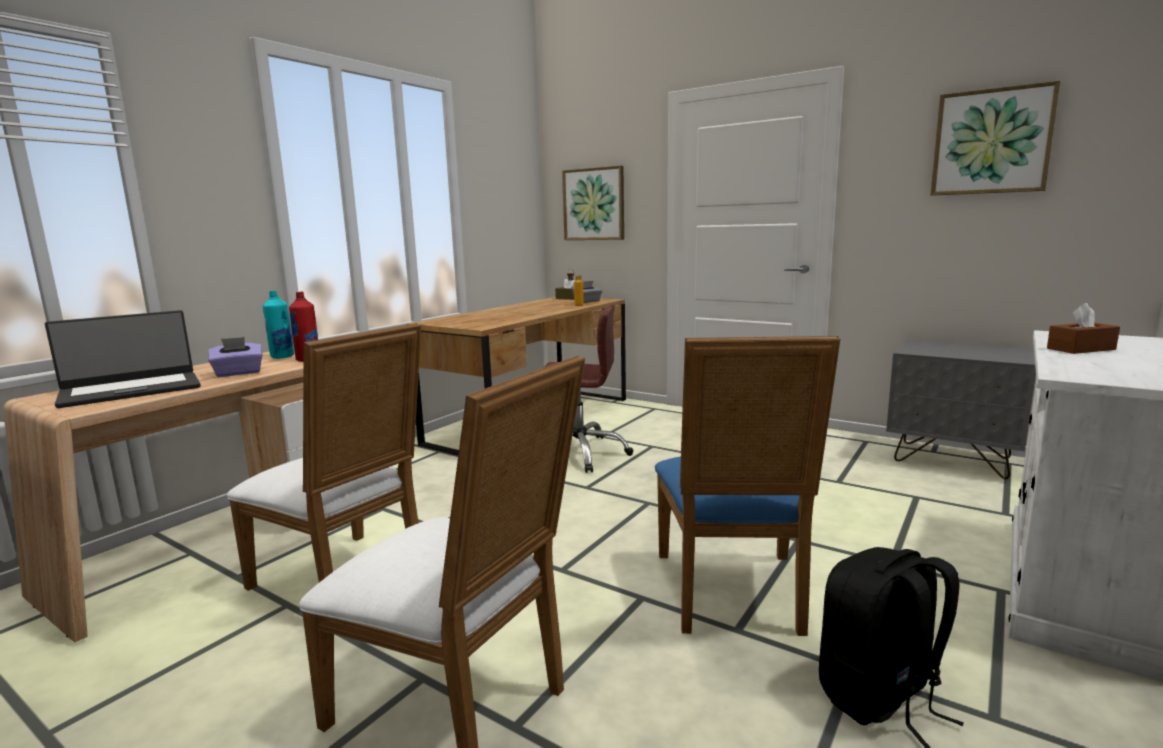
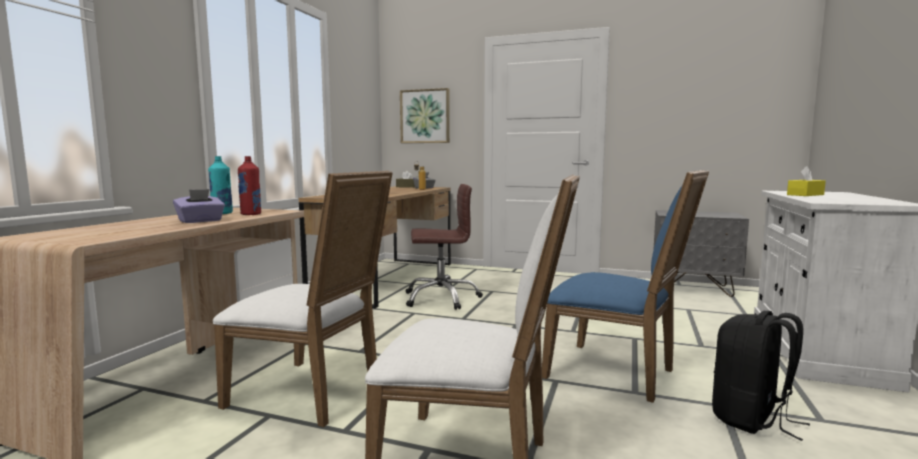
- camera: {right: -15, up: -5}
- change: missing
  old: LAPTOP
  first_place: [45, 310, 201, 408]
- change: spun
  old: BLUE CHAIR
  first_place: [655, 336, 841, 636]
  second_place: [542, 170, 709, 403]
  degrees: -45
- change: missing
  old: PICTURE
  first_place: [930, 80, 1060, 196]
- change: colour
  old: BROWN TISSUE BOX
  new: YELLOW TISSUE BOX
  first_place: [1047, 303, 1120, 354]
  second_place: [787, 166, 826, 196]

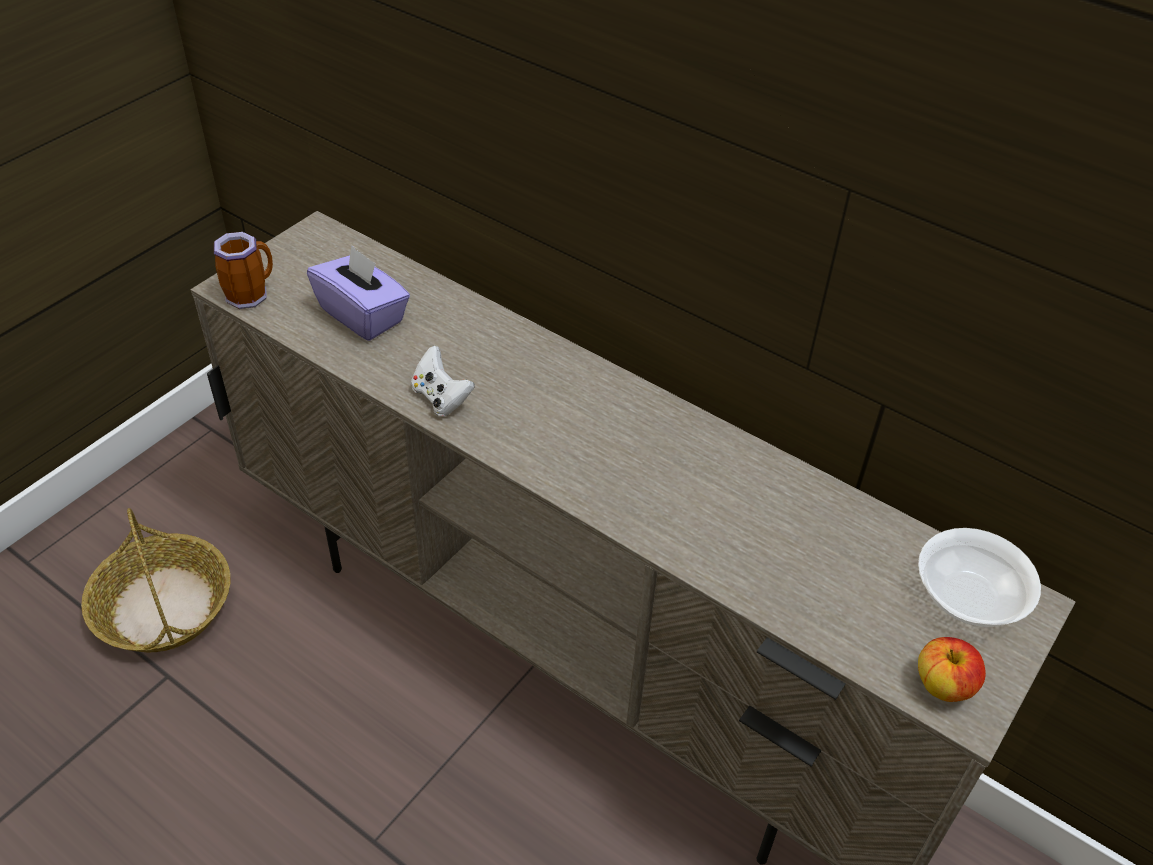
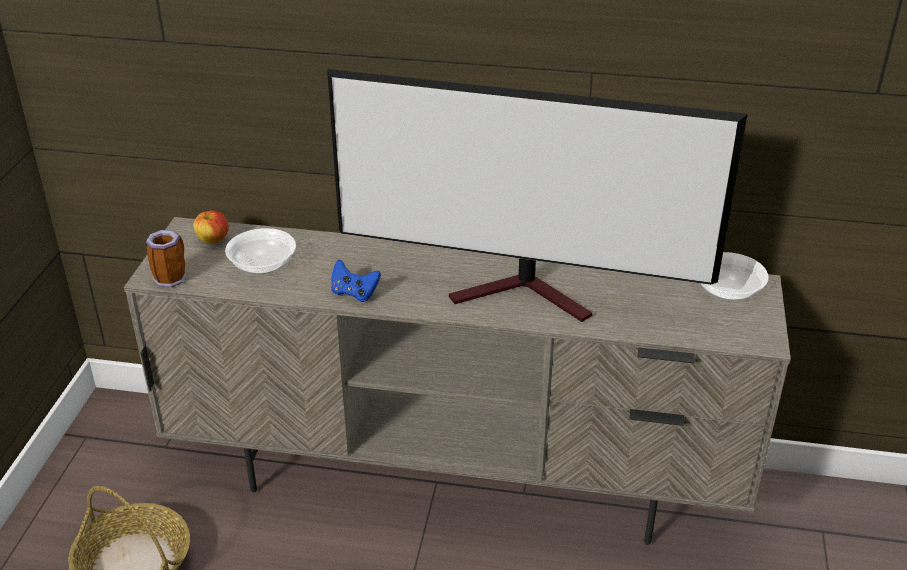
- camera: {right: -25, up: -10}
- change: exchanged
  old: PURPLE TISSUE BOX
  new: BOWL
  first_place: [307, 245, 410, 341]
  second_place: [225, 228, 296, 274]
- change: colour
  old: WHITE GAME CONTROLLER
  new: BLUE GAME CONTROLLER
  first_place: [411, 346, 475, 416]
  second_place: [331, 260, 381, 302]
- change: relocated
  old: APPLE
  first_place: [918, 637, 986, 702]
  second_place: [193, 210, 229, 244]
- change: appeared
  new: TELEVISION
  second_place: [327, 69, 748, 322]

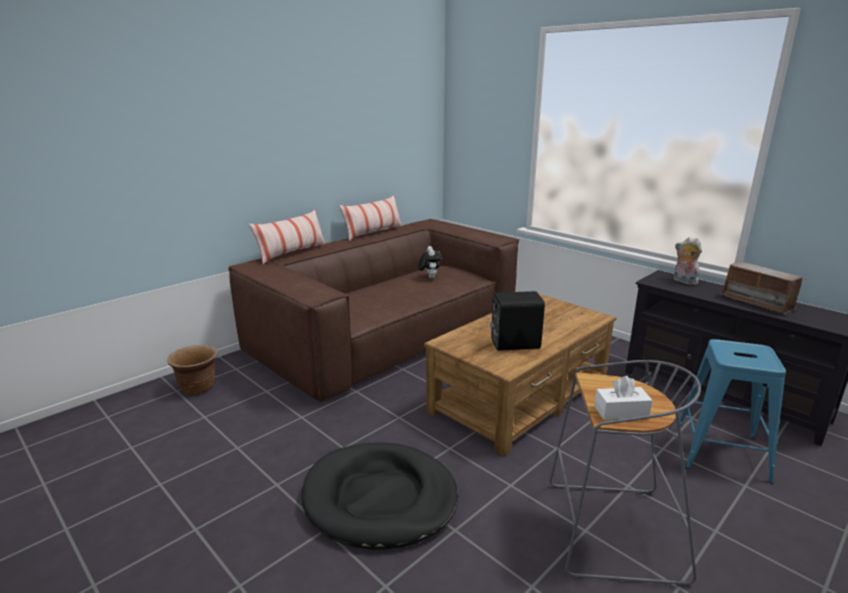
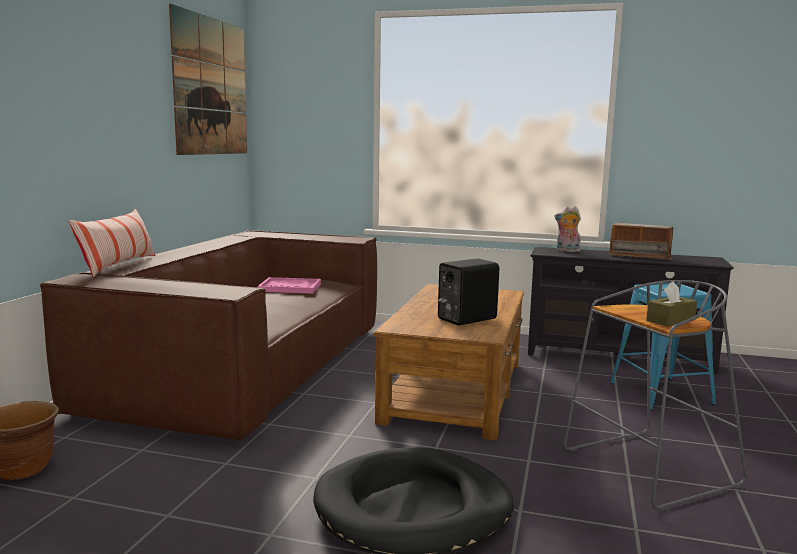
- camera: {right: -30, up: -10}
- change: missing
  old: PILLOW
  first_place: [339, 195, 403, 241]
- change: exchanged
  old: PLUSH TOY
  new: PINK TRAY
  first_place: [419, 246, 442, 278]
  second_place: [257, 277, 321, 294]
- change: colour
  old: WHITE TISSUE BOX
  new: BROWN TISSUE BOX
  first_place: [594, 376, 653, 420]
  second_place: [646, 281, 697, 327]
- change: appeared
  new: PICTURE
  second_place: [169, 4, 247, 155]

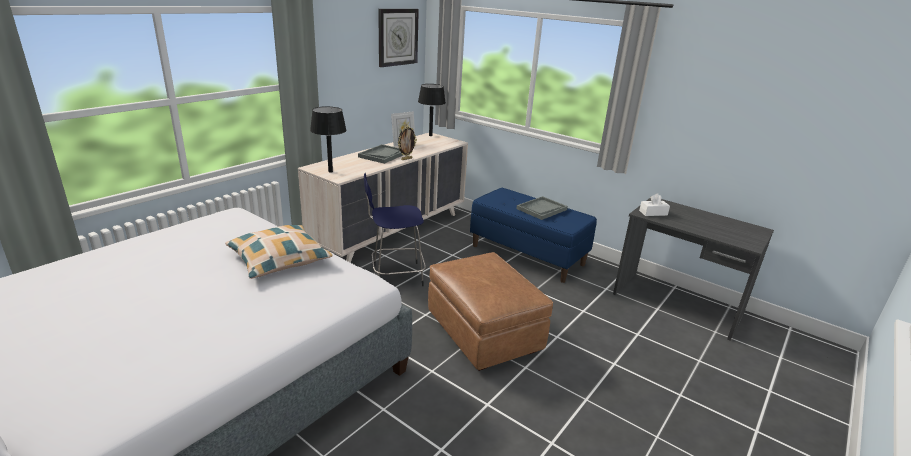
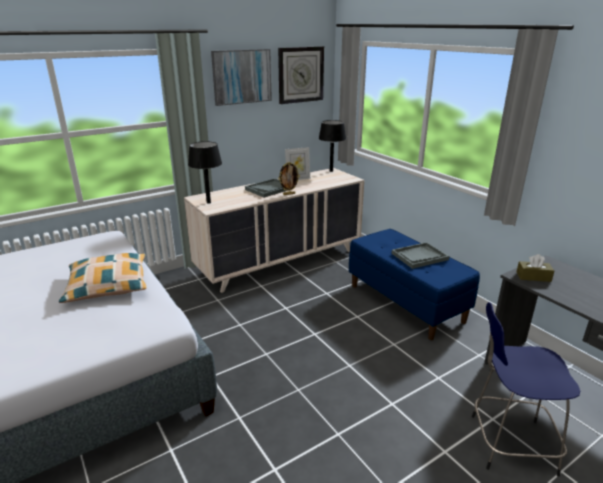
- camera: {right: 20, up: 0}
- change: relocated
  old: BLUE STOOL
  first_place: [364, 173, 426, 286]
  second_place: [472, 302, 580, 477]
- change: missing
  old: BROWN OTTOMAN
  first_place: [428, 252, 553, 371]
- change: colour
  old: WHITE TISSUE BOX
  new: BROWN TISSUE BOX
  first_place: [639, 193, 670, 216]
  second_place: [516, 254, 554, 282]
- change: appeared
  new: PICTURE
  second_place: [211, 49, 272, 106]

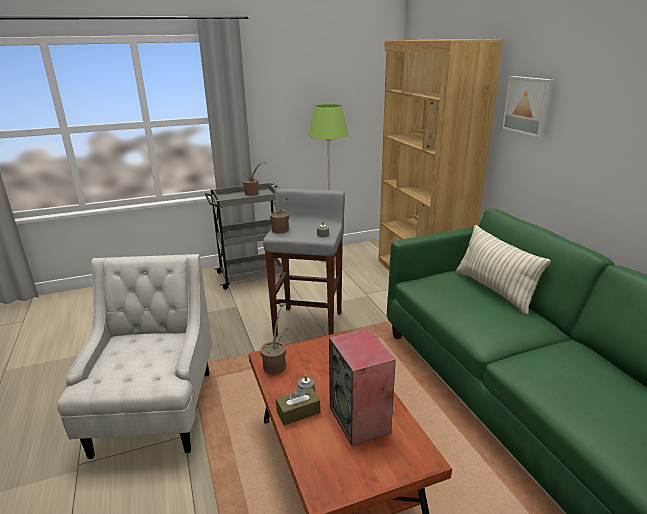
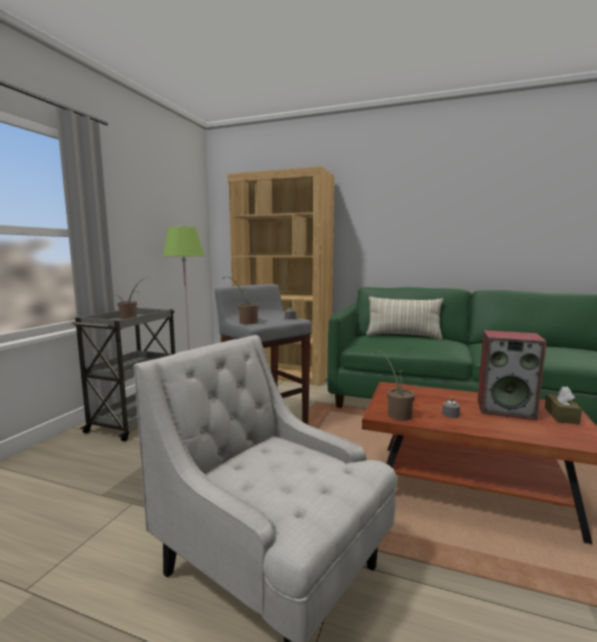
- camera: {right: -50, up: -15}
- change: relocated
  old: BROWN TISSUE BOX
  first_place: [276, 387, 320, 425]
  second_place: [545, 386, 582, 424]
- change: missing
  old: PICTURE
  first_place: [502, 76, 554, 137]

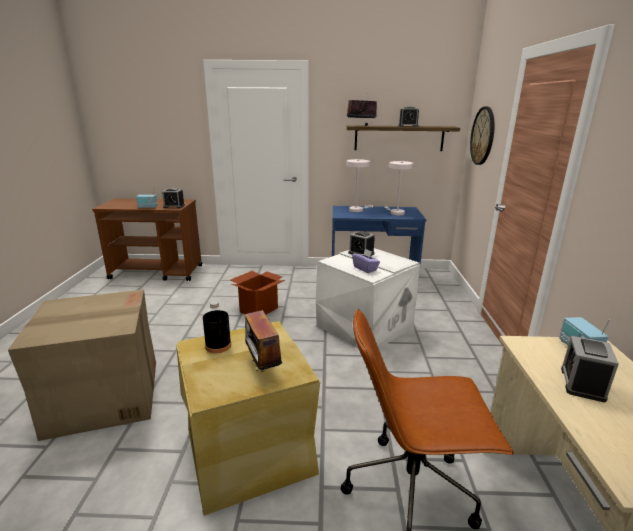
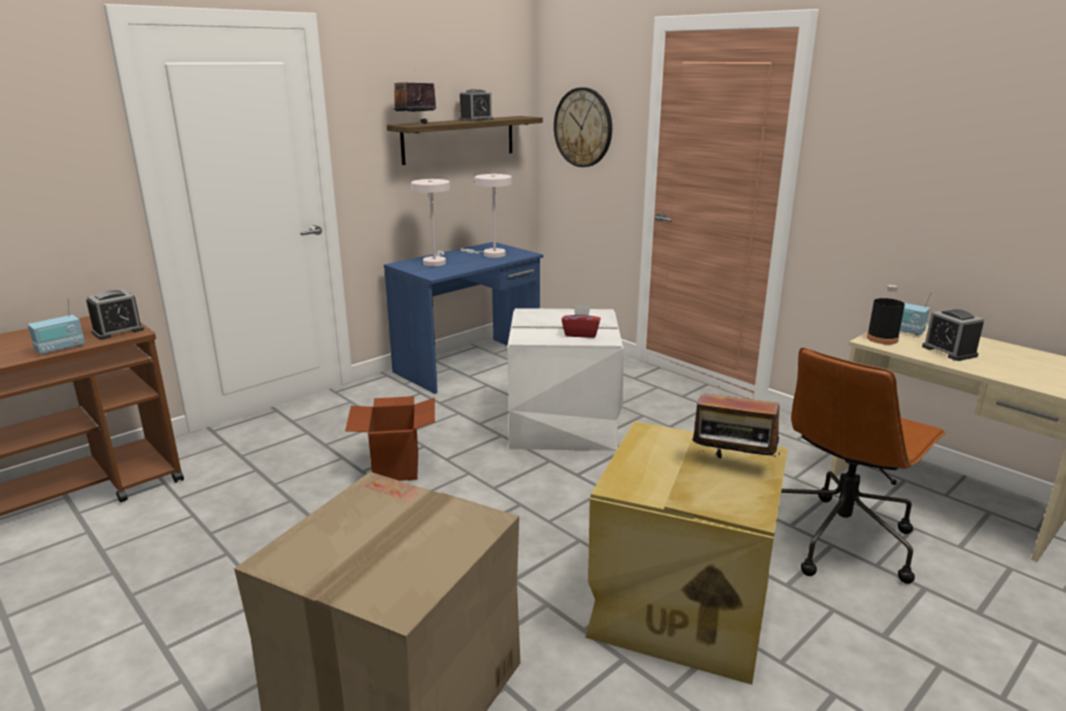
- camera: {right: -45, up: 0}
- change: relocated
  old: BLACK BOTTLE
  first_place: [203, 301, 231, 354]
  second_place: [867, 285, 905, 344]
- change: missing
  old: ALARM CLOCK
  first_place: [348, 231, 375, 256]
- change: colour
  old: PURPLE TISSUE BOX
  new: RED TISSUE BOX
  first_place: [352, 248, 380, 273]
  second_place: [562, 305, 601, 338]

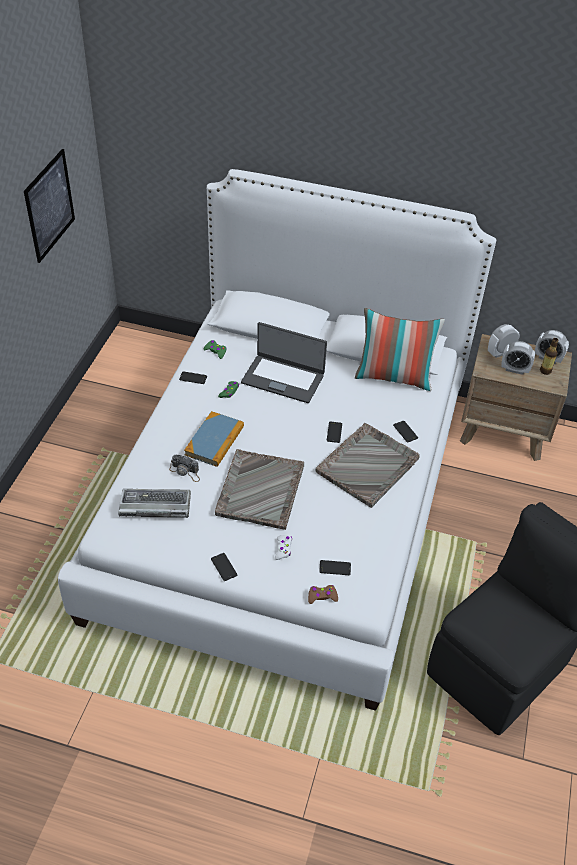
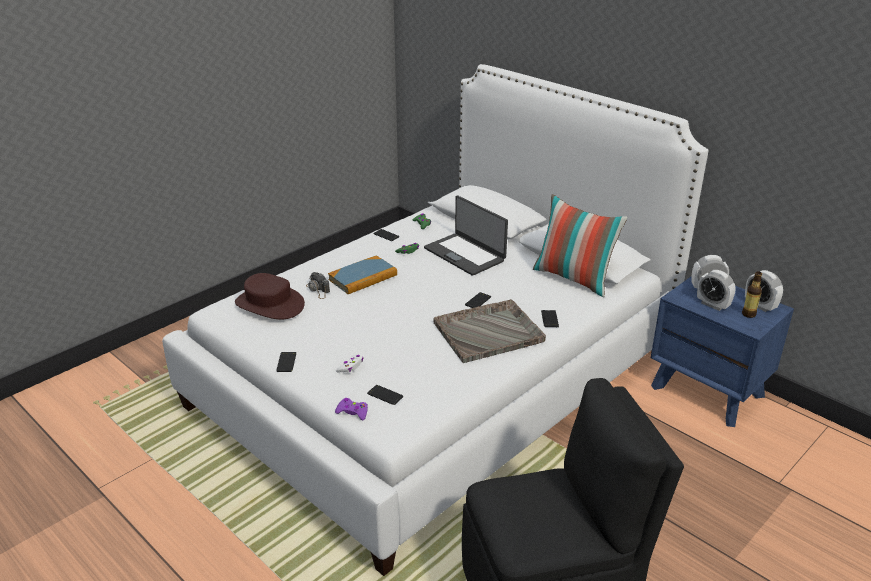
- camera: {right: 30, up: -15}
- change: missing
  old: PICTURE
  first_place: [24, 149, 75, 263]
- change: exchanged
  old: KEYBOARD
  new: BROWN HAT
  first_place: [118, 489, 191, 518]
  second_place: [235, 273, 305, 319]
- change: missing
  old: GREY TRAY
  first_place: [215, 449, 304, 530]
- change: colour
  old: BROWN GAME CONTROLLER
  new: PURPLE GAME CONTROLLER
  first_place: [308, 585, 338, 604]
  second_place: [335, 398, 368, 420]
- change: colour
  old: BROWN NIGHTSTAND
  new: BLUE NIGHTSTAND
  first_place: [460, 334, 572, 461]
  second_place: [651, 276, 794, 427]

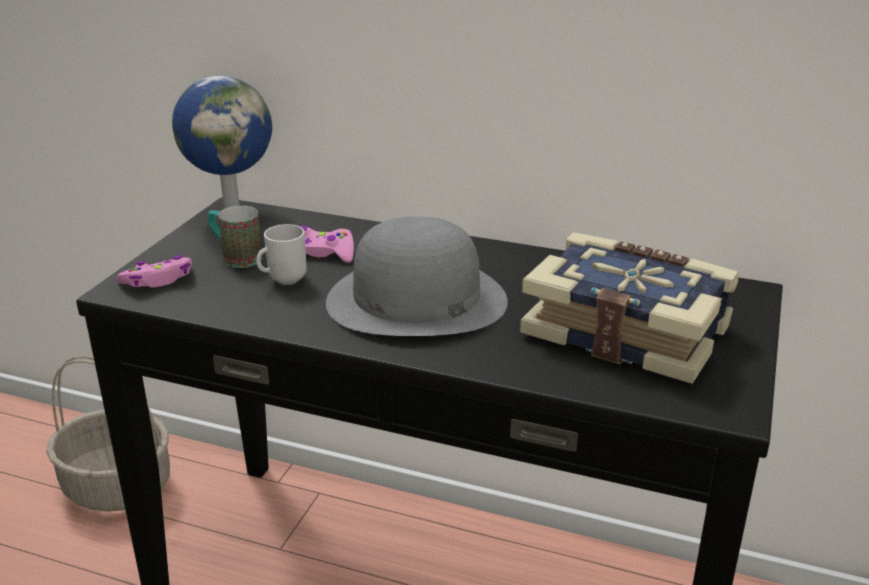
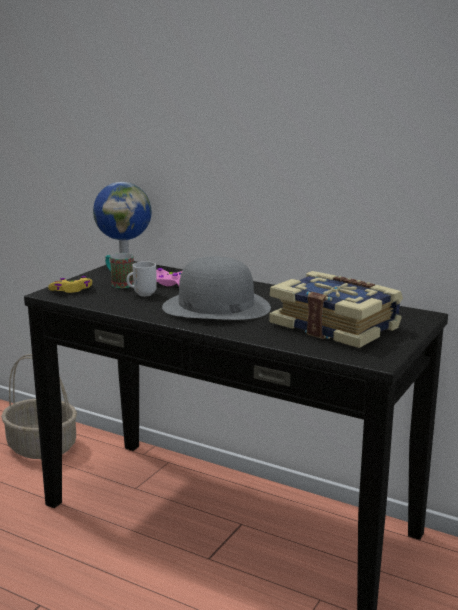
- camera: {right: 10, up: -10}
- change: colour
  old: PINK GAME CONTROLLER
  new: YELLOW GAME CONTROLLER
  first_place: [116, 255, 192, 287]
  second_place: [48, 276, 92, 293]

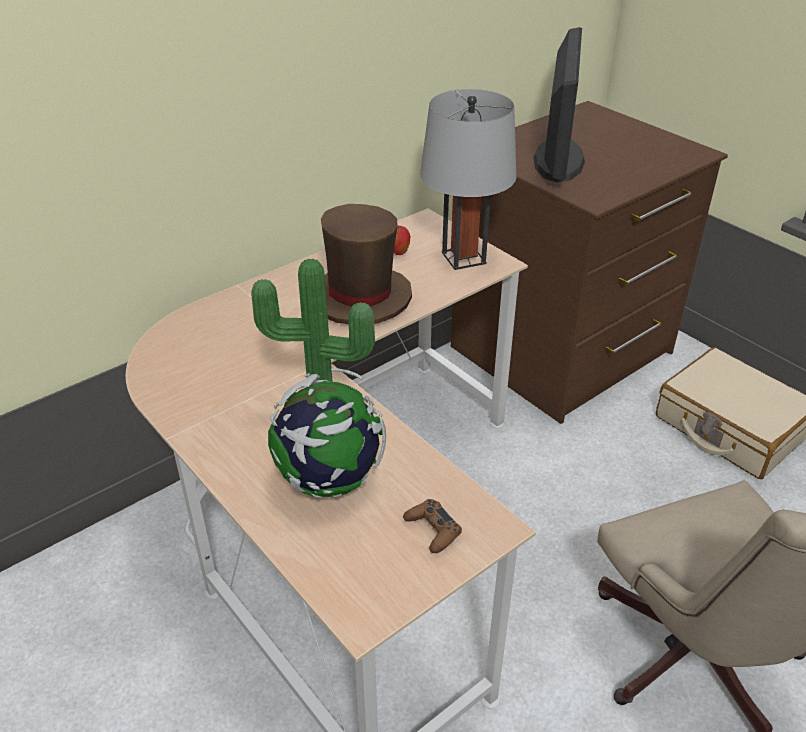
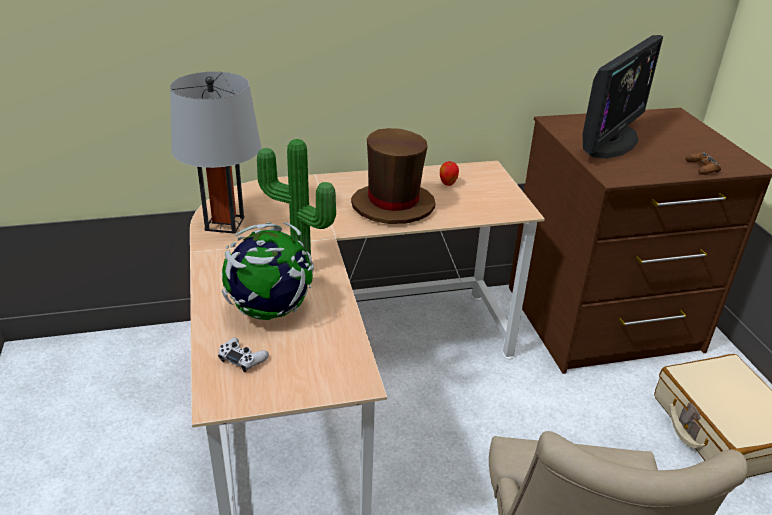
- camera: {right: 25, up: -5}
- change: relocated
  old: BROWN GAME CONTROLLER
  first_place: [403, 499, 462, 553]
  second_place: [685, 152, 721, 175]
- change: relocated
  old: GREY TABLE LAMP
  first_place: [420, 89, 517, 270]
  second_place: [170, 72, 261, 234]
- change: appeared
  new: WHITE GAME CONTROLLER
  second_place: [218, 338, 269, 372]

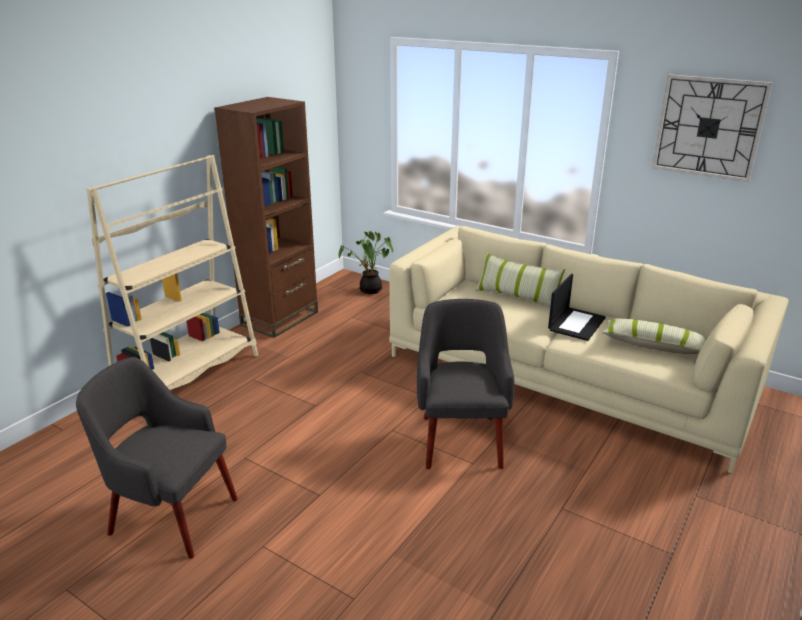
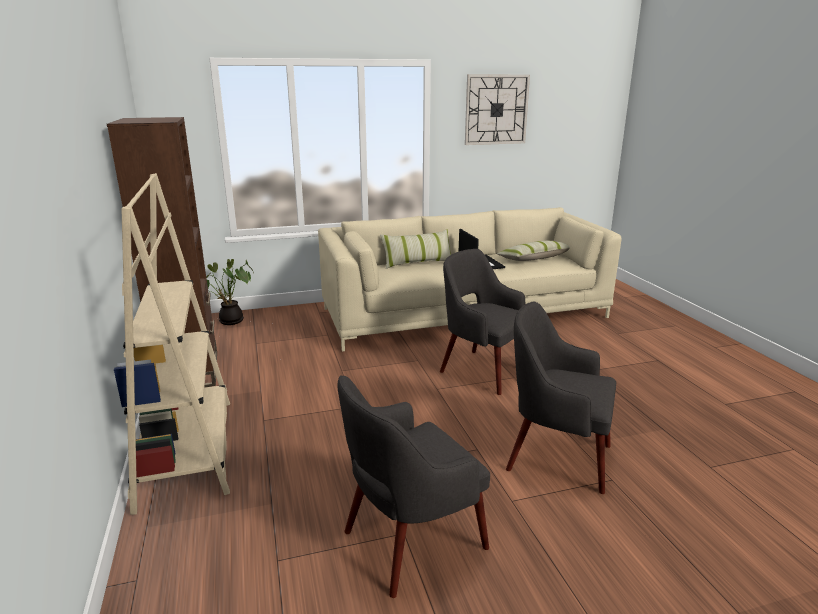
- camera: {right: -50, up: -5}
- change: appeared
  new: GREY ARMCHAIR
  second_place: [506, 302, 616, 494]

